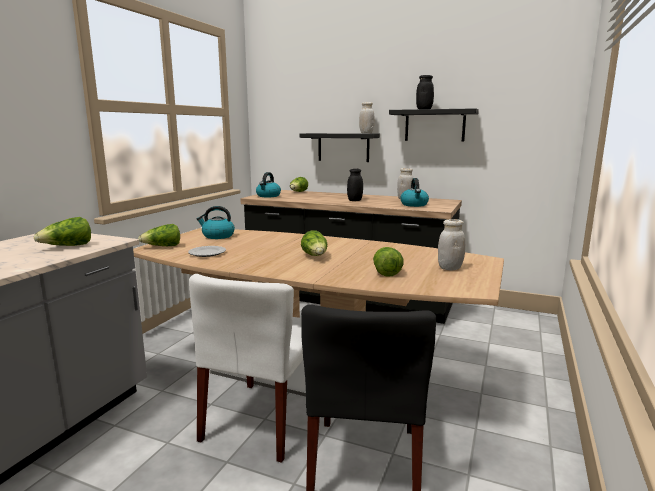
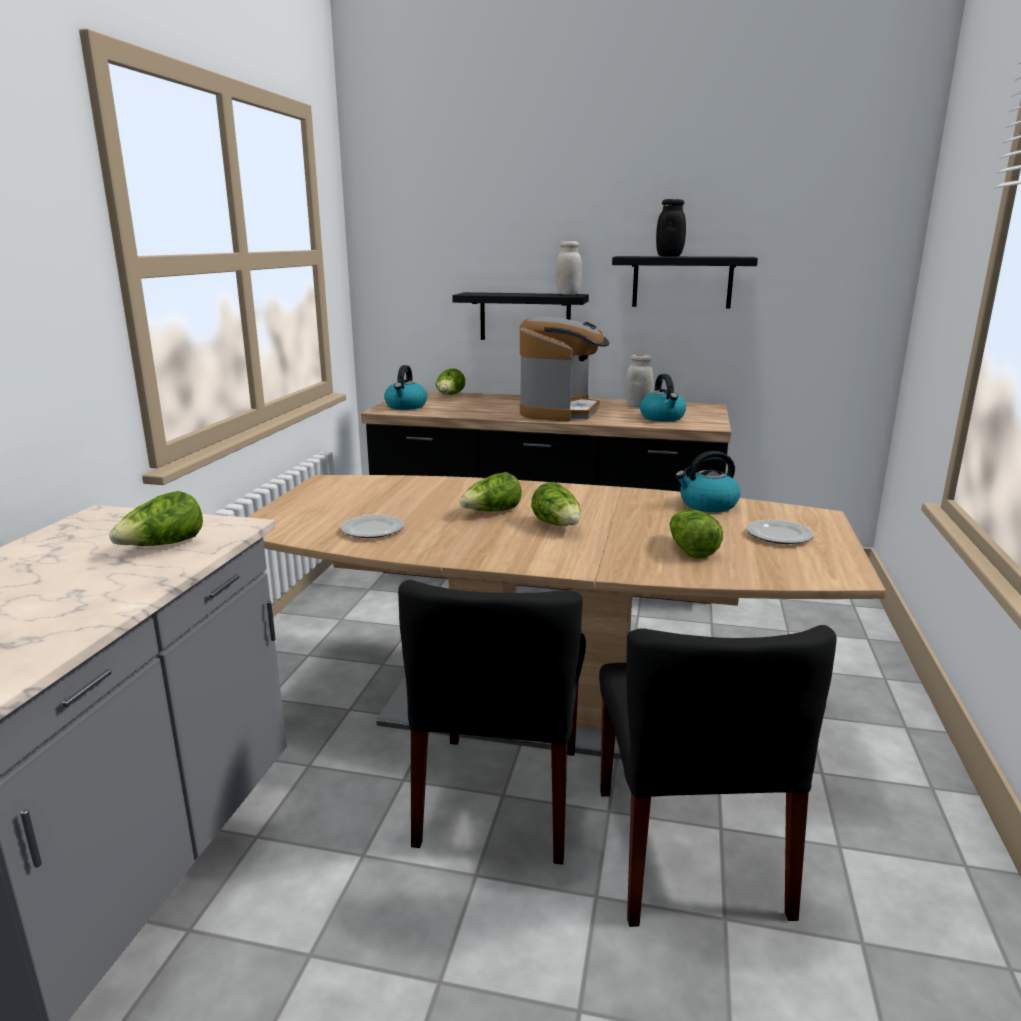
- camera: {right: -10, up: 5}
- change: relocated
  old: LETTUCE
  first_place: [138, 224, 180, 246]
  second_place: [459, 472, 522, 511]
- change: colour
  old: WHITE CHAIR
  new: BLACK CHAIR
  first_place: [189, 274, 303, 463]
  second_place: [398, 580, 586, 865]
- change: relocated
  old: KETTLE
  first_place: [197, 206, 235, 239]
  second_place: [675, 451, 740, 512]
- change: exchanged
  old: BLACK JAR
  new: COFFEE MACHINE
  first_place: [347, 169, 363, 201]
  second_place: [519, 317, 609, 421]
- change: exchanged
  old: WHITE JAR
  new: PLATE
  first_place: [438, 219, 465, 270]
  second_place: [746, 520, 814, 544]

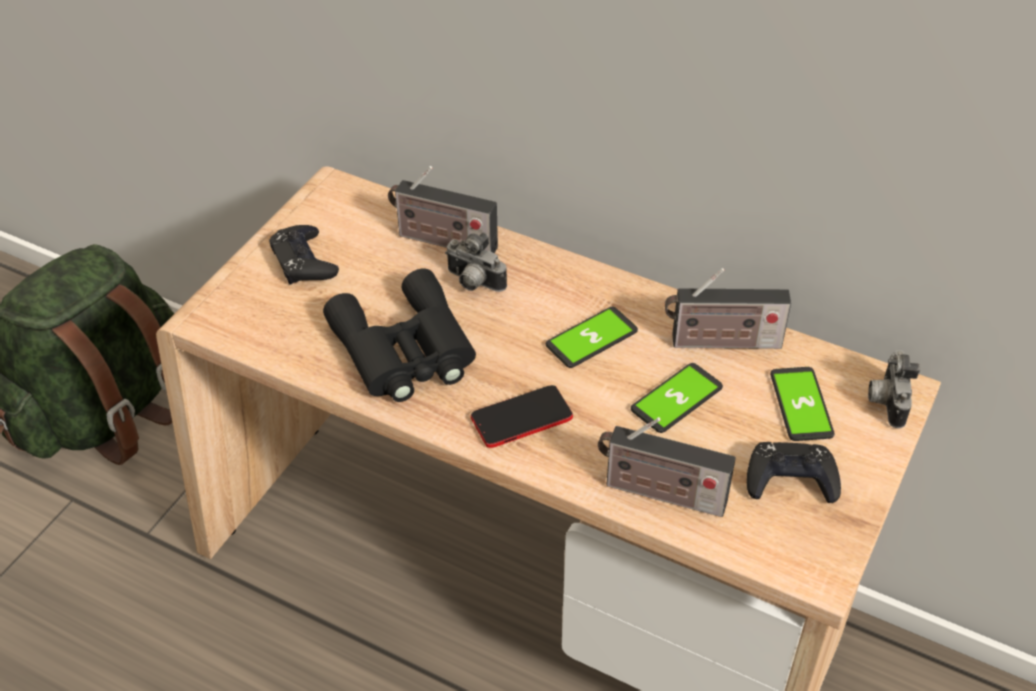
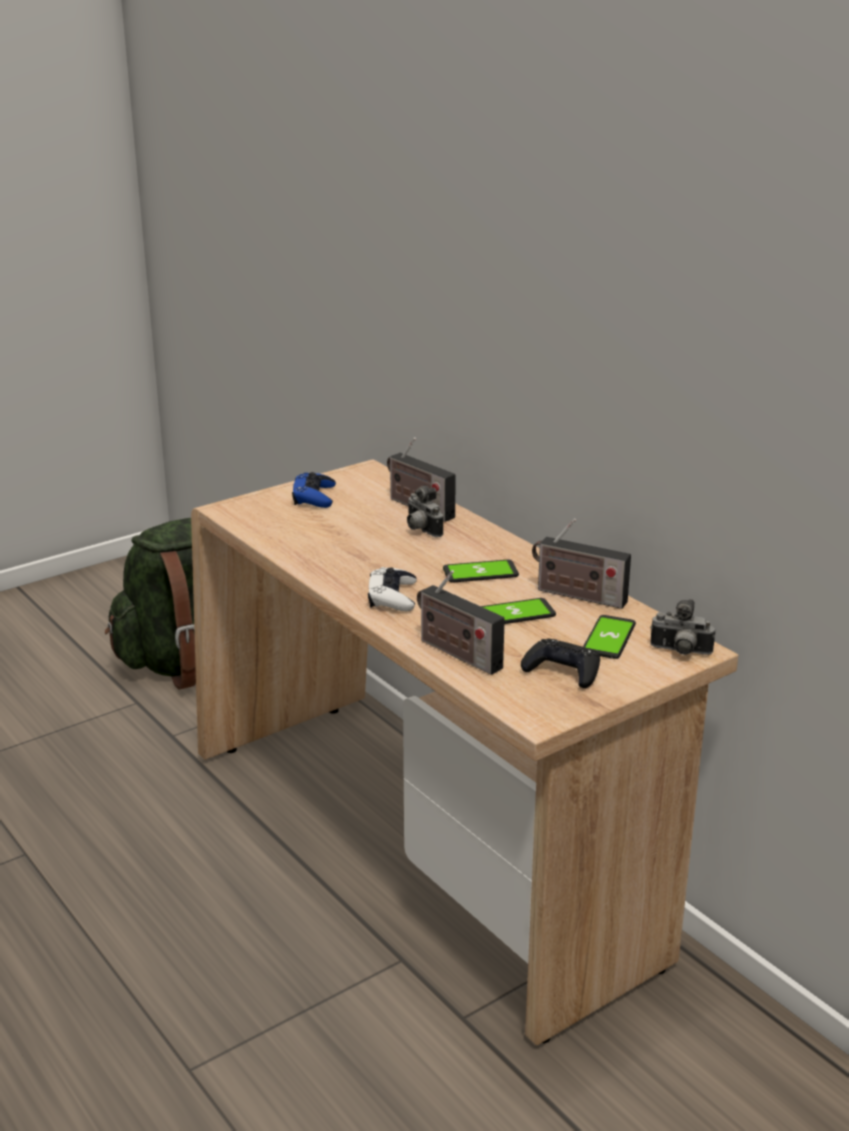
- camera: {right: 25, up: -20}
- change: colour
  old: BLACK GAME CONTROLLER
  new: BLUE GAME CONTROLLER
  first_place: [269, 225, 339, 285]
  second_place: [292, 472, 336, 508]
- change: missing
  old: BLACK BINOCULARS
  first_place: [323, 269, 476, 402]
- change: exchanged
  old: PHONE
  new: WHITE GAME CONTROLLER
  first_place: [471, 385, 573, 448]
  second_place: [368, 567, 417, 611]
- change: spun
  old: PHOTO CAMERA
  first_place: [868, 350, 920, 429]
  second_place: [650, 599, 715, 655]
  degrees: -105

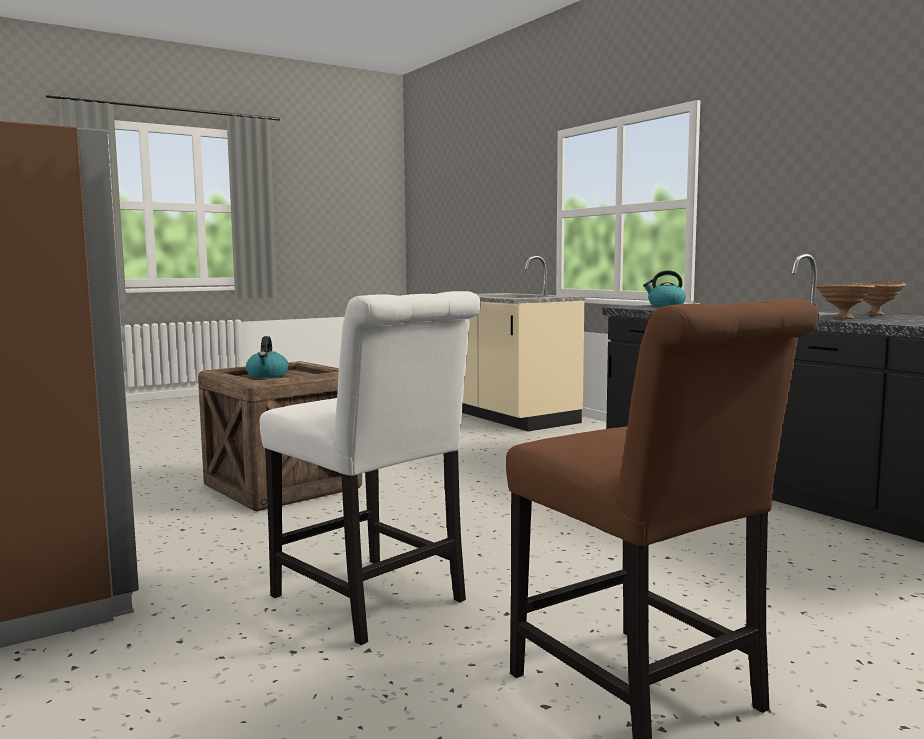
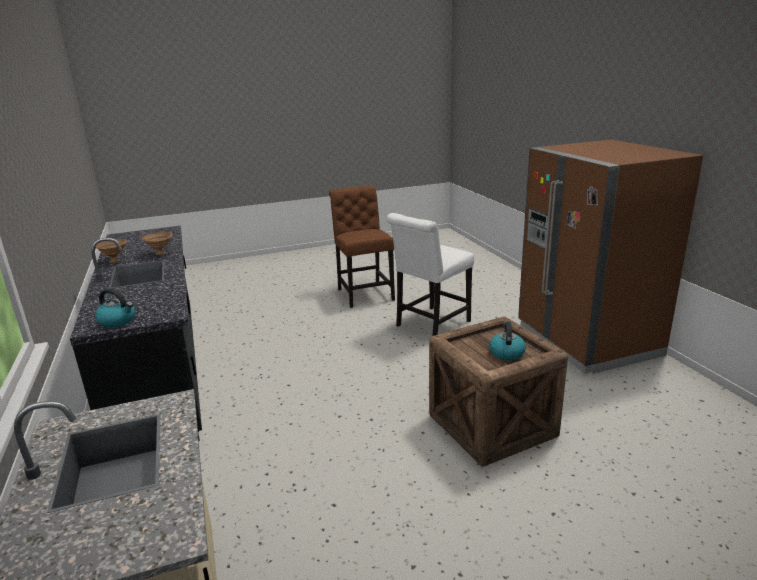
- camera: {right: -165, up: 15}
- change: spun
  old: WHITE CHAIR
  first_place: [259, 291, 481, 645]
  second_place: [387, 213, 474, 336]
  degrees: -105

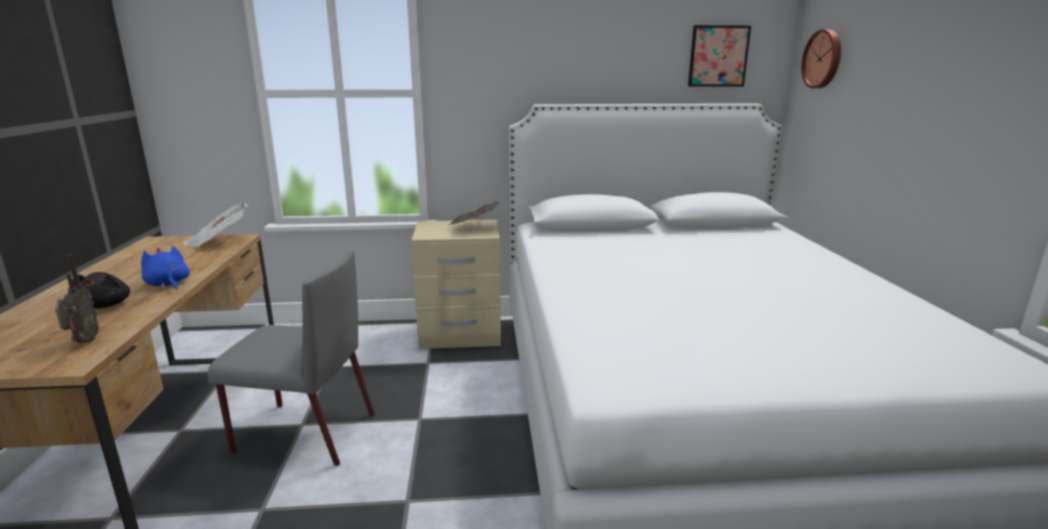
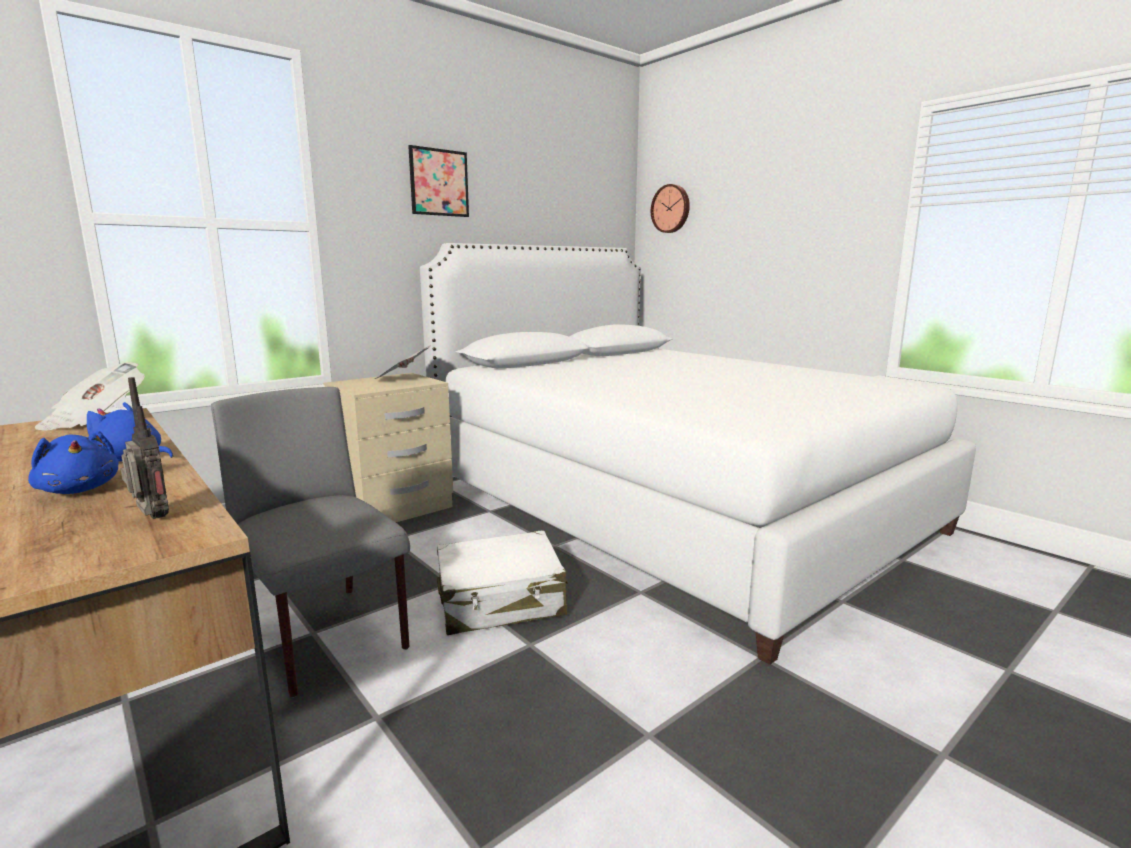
- camera: {right: -35, up: -5}
- change: colour
  old: BLACK PLUSH TOY
  new: BLUE PLUSH TOY
  first_place: [72, 272, 130, 309]
  second_place: [28, 431, 119, 494]
- change: spun
  old: GREY CHAIR
  first_place: [208, 250, 375, 466]
  second_place: [211, 387, 410, 698]
  degrees: -105
- change: relocated
  old: PICTURE
  first_place: [688, 25, 751, 86]
  second_place: [408, 145, 469, 217]
- change: appeared
  new: WHITE SUITCASE
  second_place: [437, 530, 568, 635]

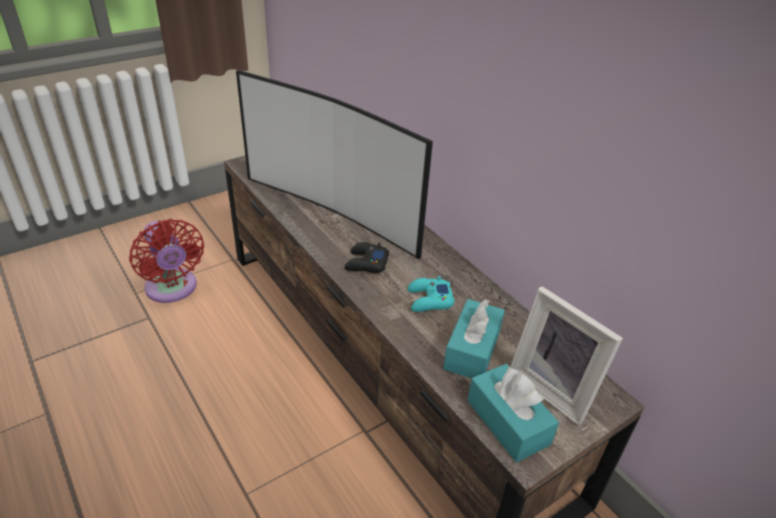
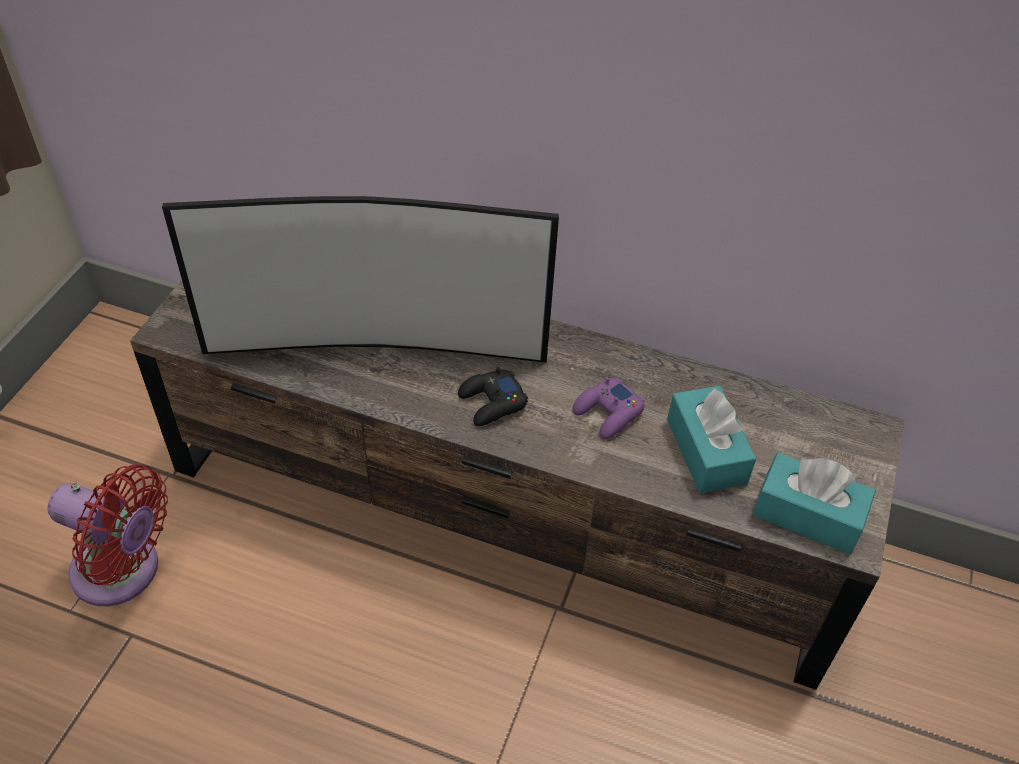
- camera: {right: -35, up: 10}
- change: colour
  old: TURQUOISE GAME CONTROLLER
  new: PURPLE GAME CONTROLLER
  first_place: [408, 276, 455, 312]
  second_place: [573, 377, 645, 439]
- change: missing
  old: PICTURE FRAME
  first_place: [510, 286, 623, 425]

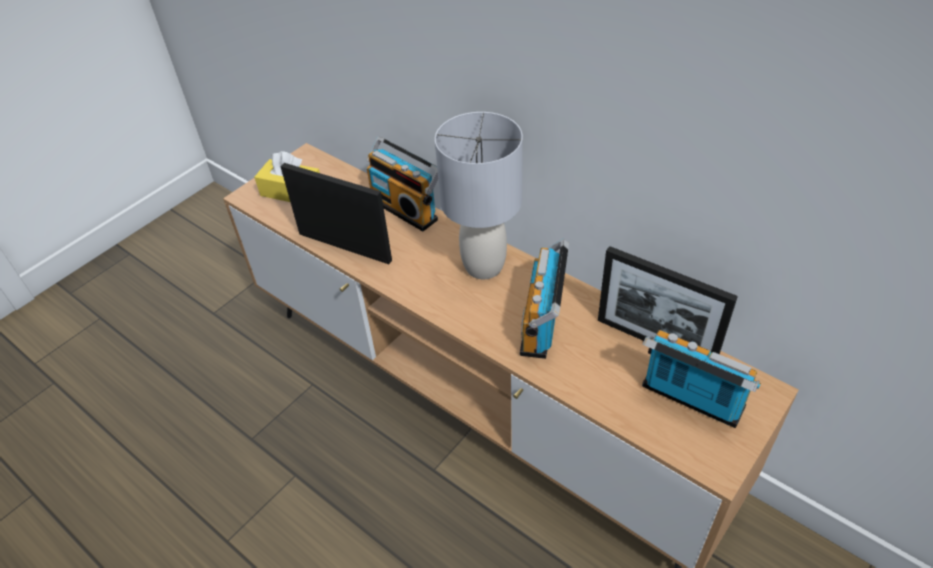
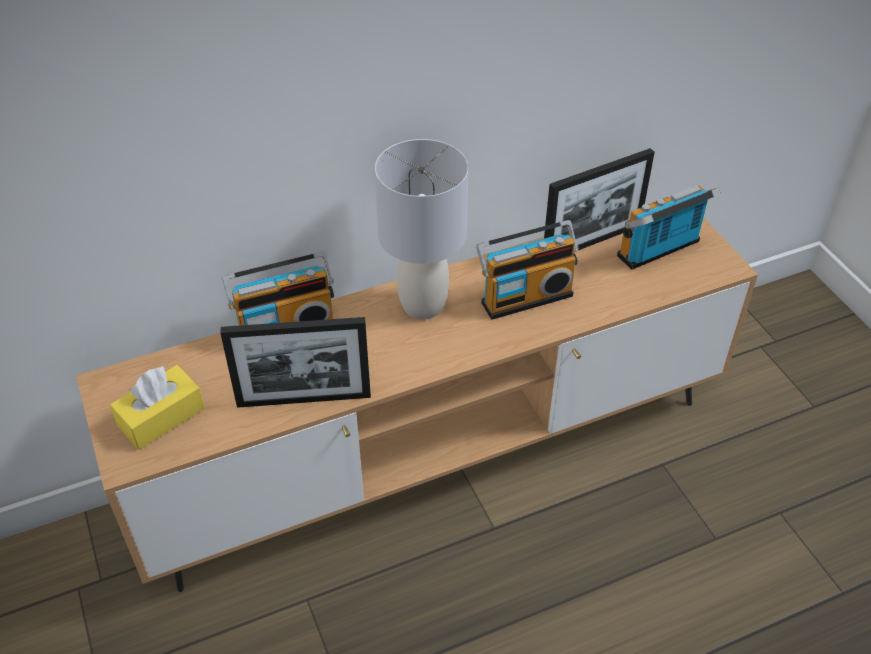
- camera: {right: -65, up: 0}
- change: spun
  old: PICTURE FRAME
  first_place: [280, 163, 392, 264]
  second_place: [220, 317, 371, 408]
  degrees: -150
- change: spun
  old: RADIO
  first_place: [520, 238, 569, 359]
  second_place: [476, 220, 579, 320]
  degrees: -60

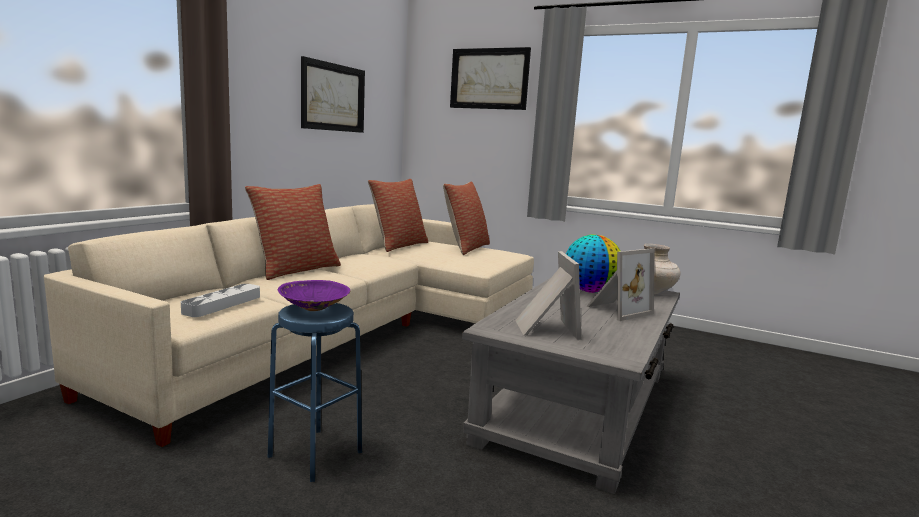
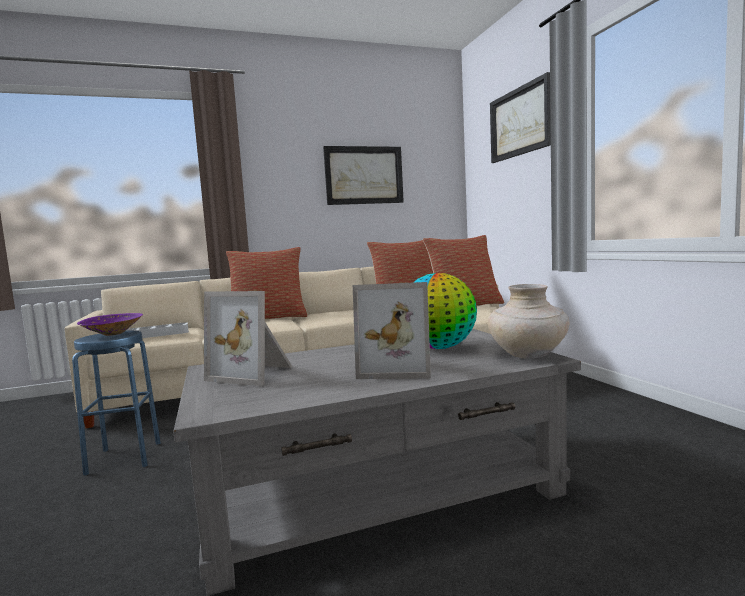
- camera: {right: 45, up: -5}
- change: spun
  old: PICTURE FRAME
  first_place: [515, 251, 581, 340]
  second_place: [204, 291, 293, 386]
  degrees: 75

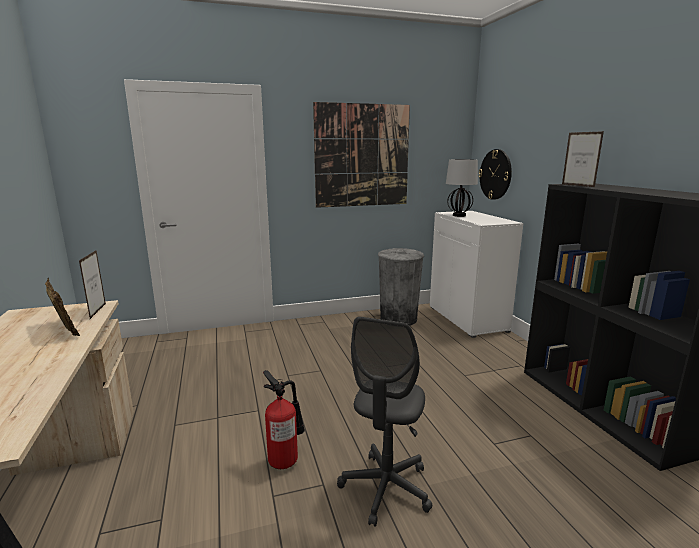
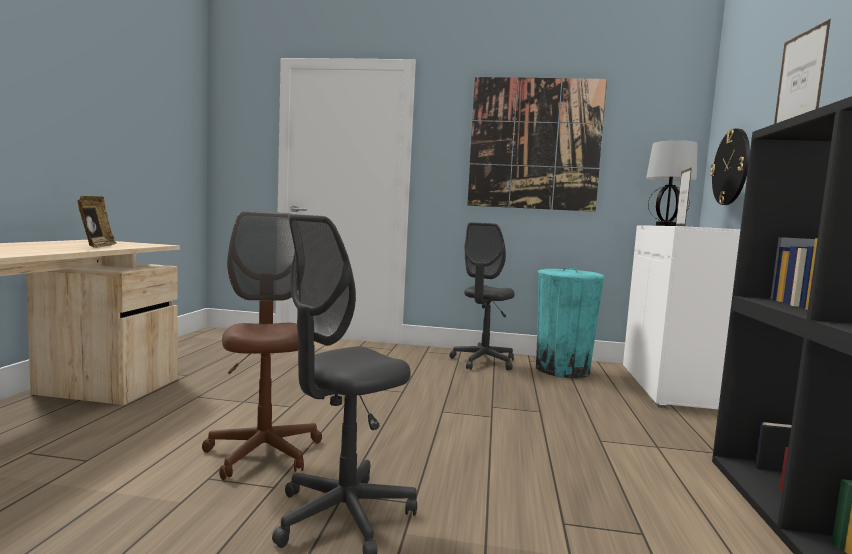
- camera: {right: 25, up: -10}
- change: relocated
  old: PICTURE FRAME
  first_place: [79, 250, 106, 319]
  second_place: [676, 167, 692, 226]
- change: exchanged
  old: FIRE EXTINGUISHER
  new: BROWN OFFICE CHAIR
  first_place: [263, 370, 305, 469]
  second_place: [202, 211, 322, 480]
- change: colour
  old: GREY TRASH CAN
  new: TURQUOISE TRASH CAN
  first_place: [378, 248, 424, 326]
  second_place: [536, 268, 605, 378]
- change: appeared
  new: GREY OFFICE CHAIR
  second_place: [450, 222, 515, 371]

